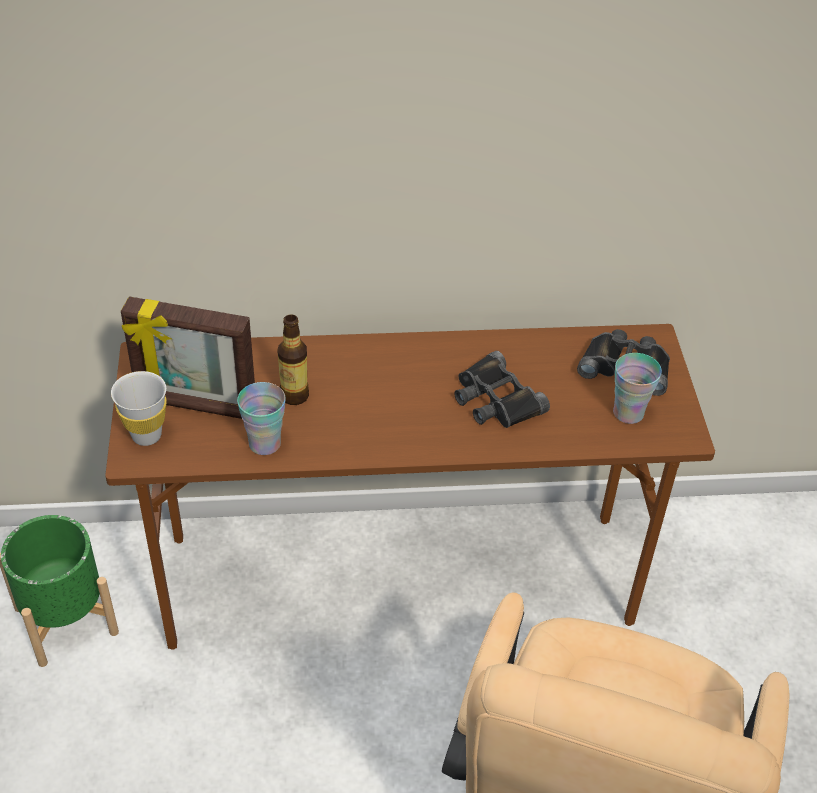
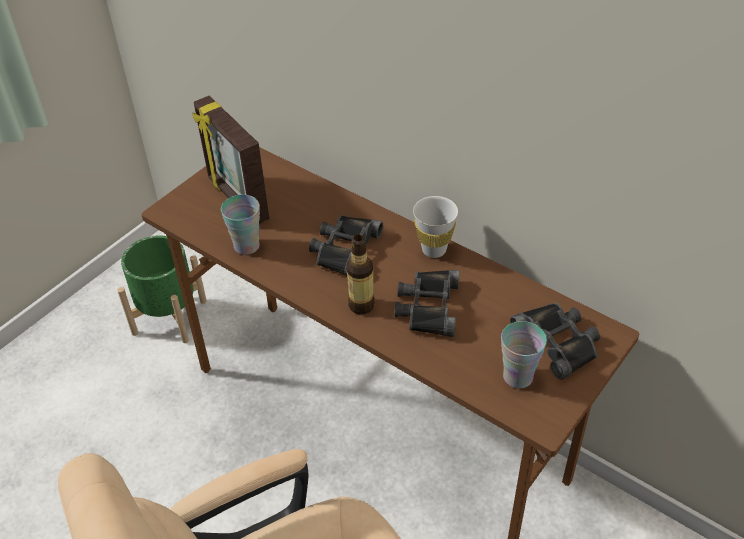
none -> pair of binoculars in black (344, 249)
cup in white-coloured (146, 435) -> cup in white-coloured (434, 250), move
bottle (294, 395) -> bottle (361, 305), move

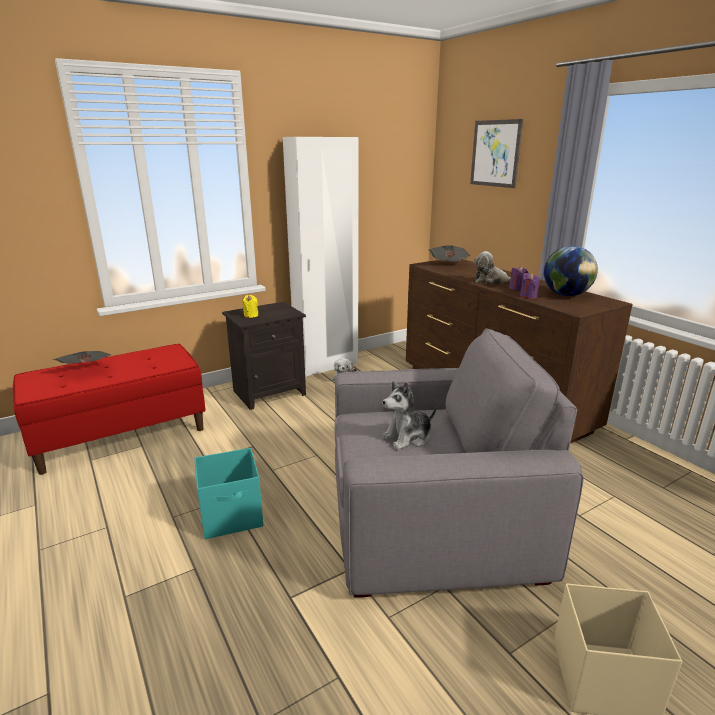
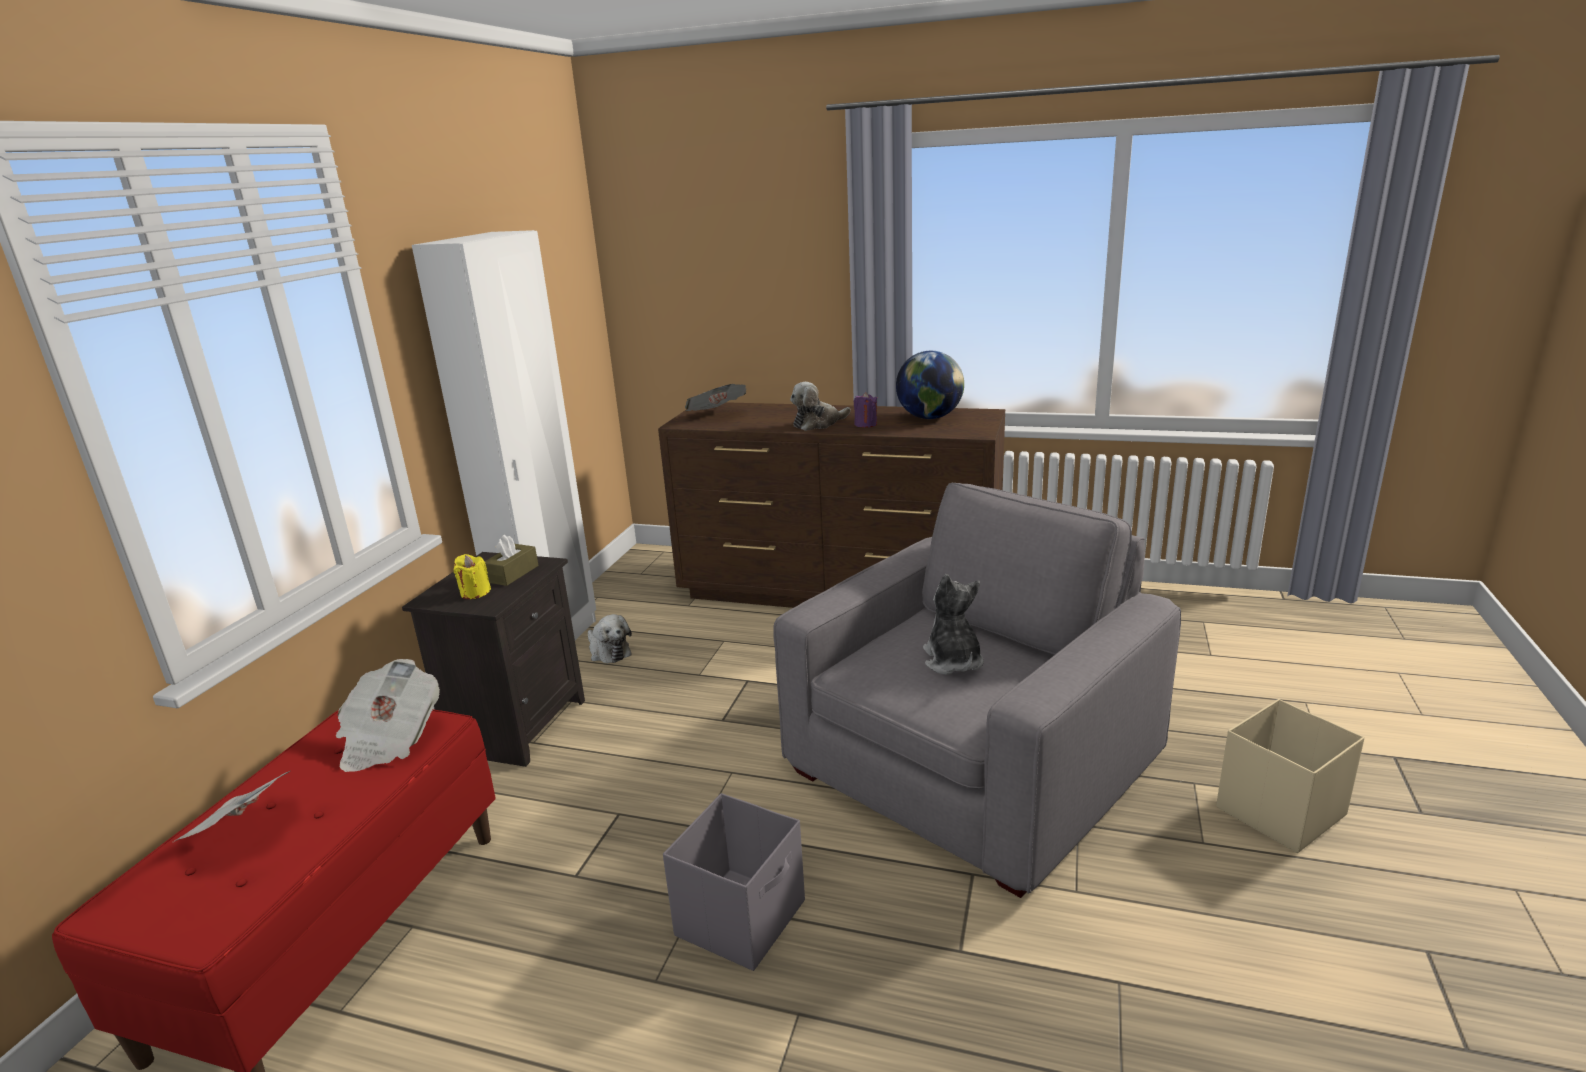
wall art (495, 153) -> none
candle in purplish (528, 296) -> none
none -> printed paper (389, 740)
none -> box of tissues in brown (512, 574)
storage bin in blue-green (232, 516) -> storage bin in greyish (742, 918)
plush toy (408, 437) -> plush toy (952, 661), 150 degrees clockwise

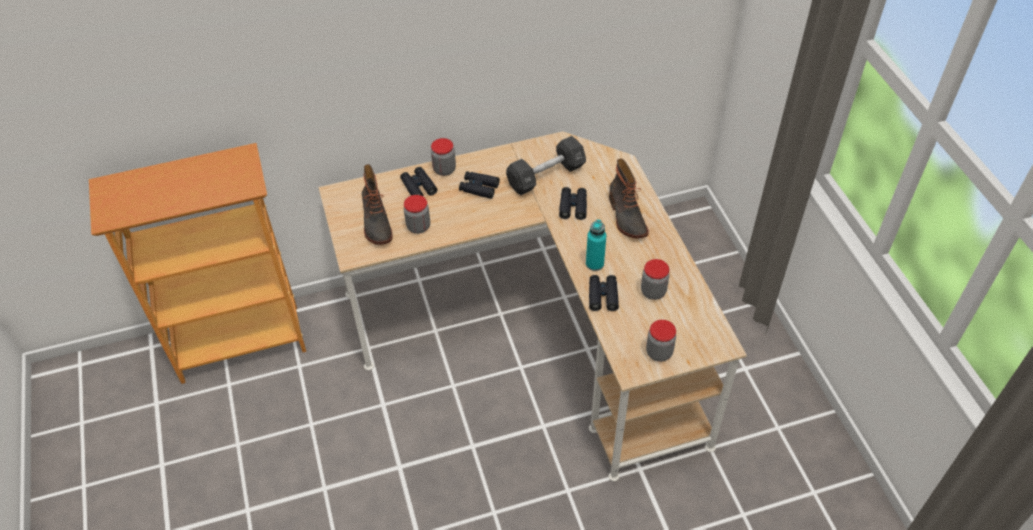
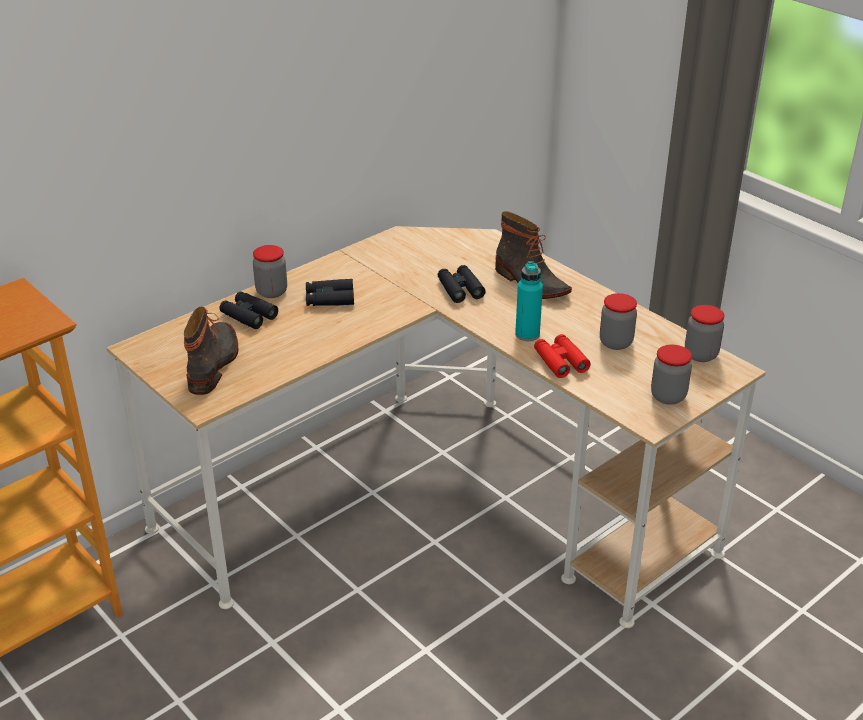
free weight in black (546, 176) -> none
storage jar (418, 226) -> storage jar (701, 354), move
pair of binoculars in black (603, 296) -> pair of binoculars in red (560, 361)
high-top boot (375, 222) -> high-top boot (214, 363), 135 degrees counterclockwise

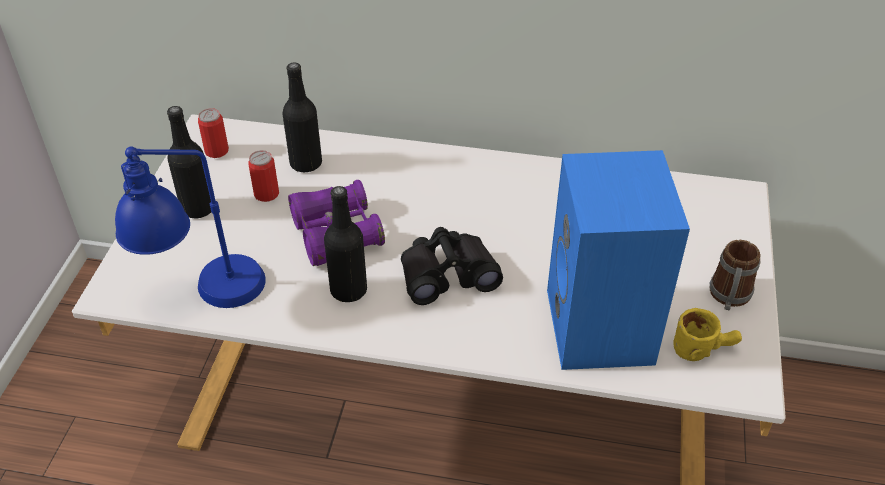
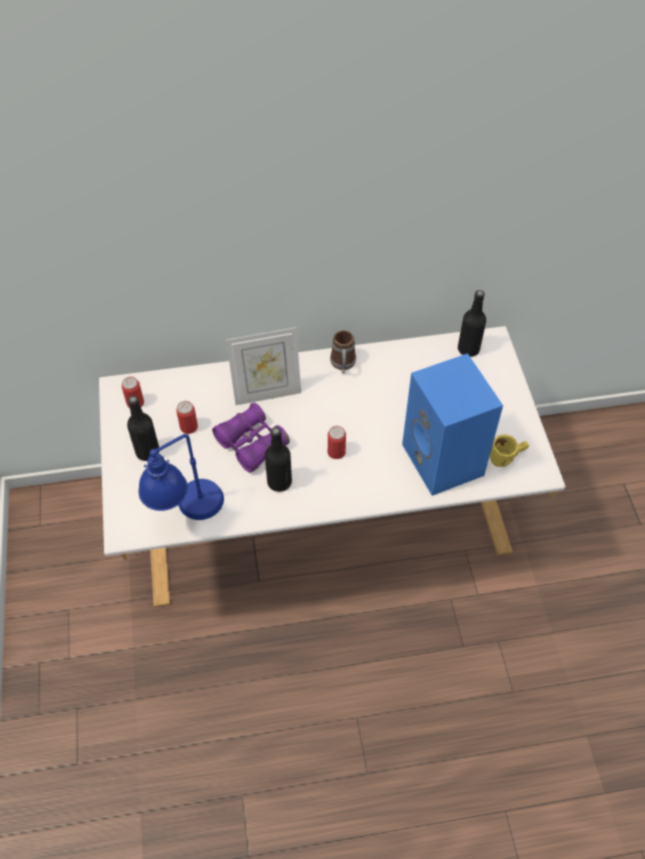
none -> standing frame (267, 393)
bottle in black (306, 163) -> bottle in black (468, 349), move
tea mug (729, 298) -> tea mug (343, 365), move
pair of binoculars in black (447, 274) -> sealed can (336, 452)

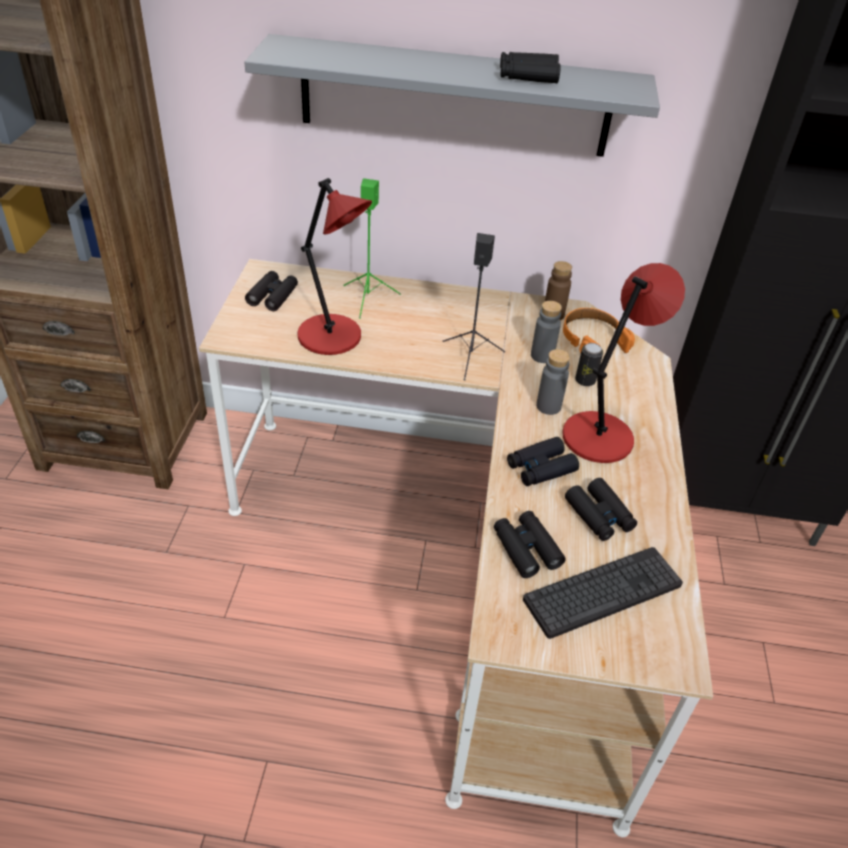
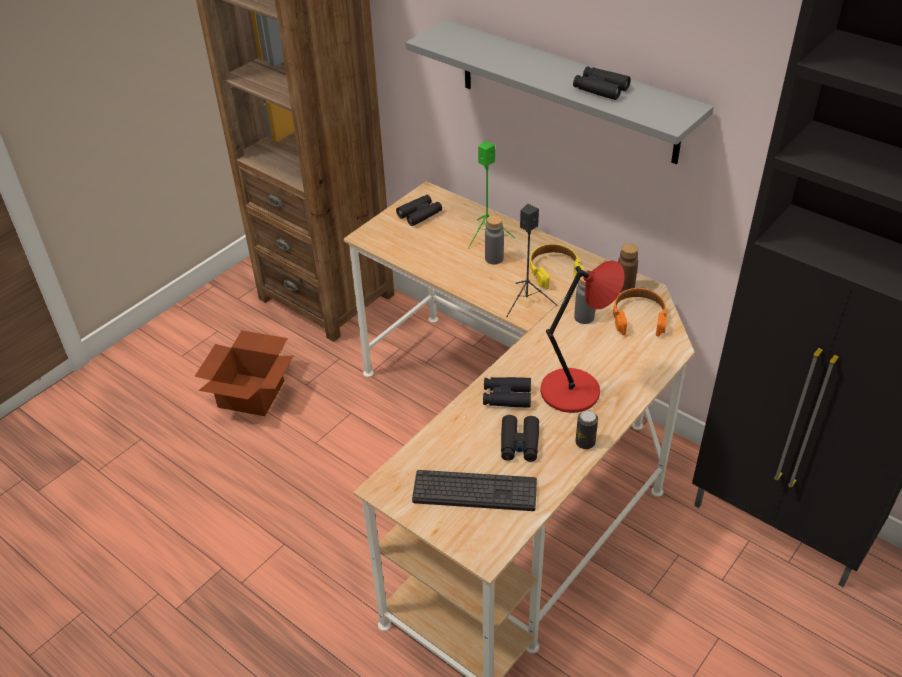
lamp for a table in red (332, 337) -> none
pair of binoculars in black (526, 549) -> none
none -> cardboard box (253, 393)
none -> headset in yellow-coloured (554, 271)
bottle in greyish (548, 406) -> bottle in greyish (494, 258), move
sealed can (585, 380) -> sealed can (585, 442), move

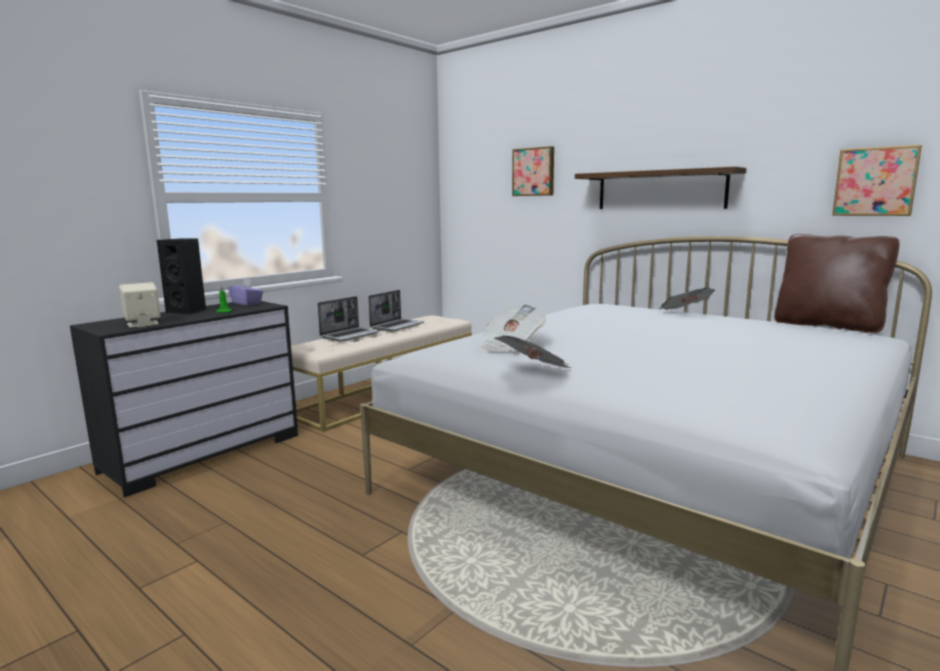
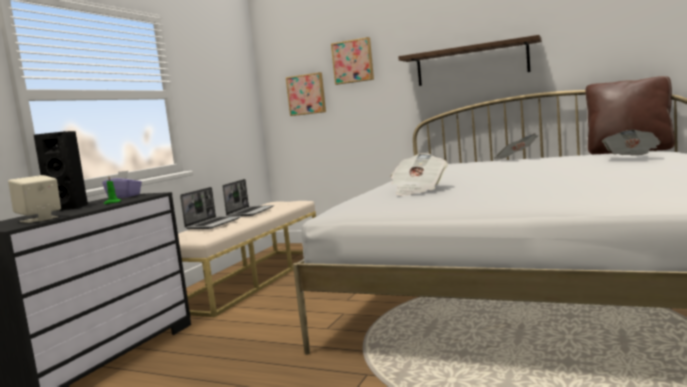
printed paper (535, 373) -> printed paper (632, 158), move
wall art (875, 182) -> wall art (306, 94), move

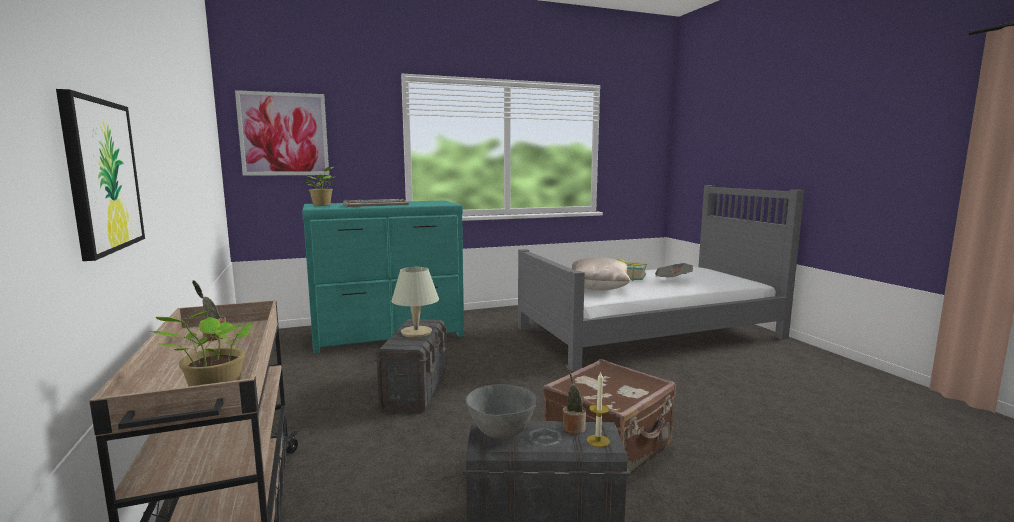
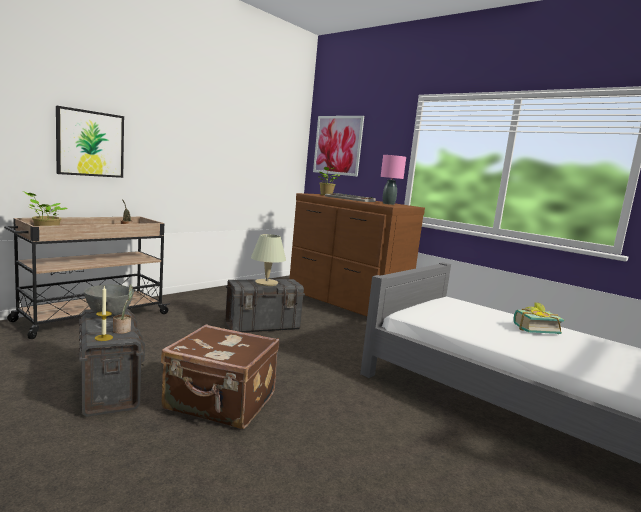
throw pillow in beige (598, 289) -> none
printed paper (673, 281) -> none
none -> lamp for a table in pink-coloured (388, 204)
drawer chest in blue-green (388, 334) -> drawer chest in brown (345, 304)

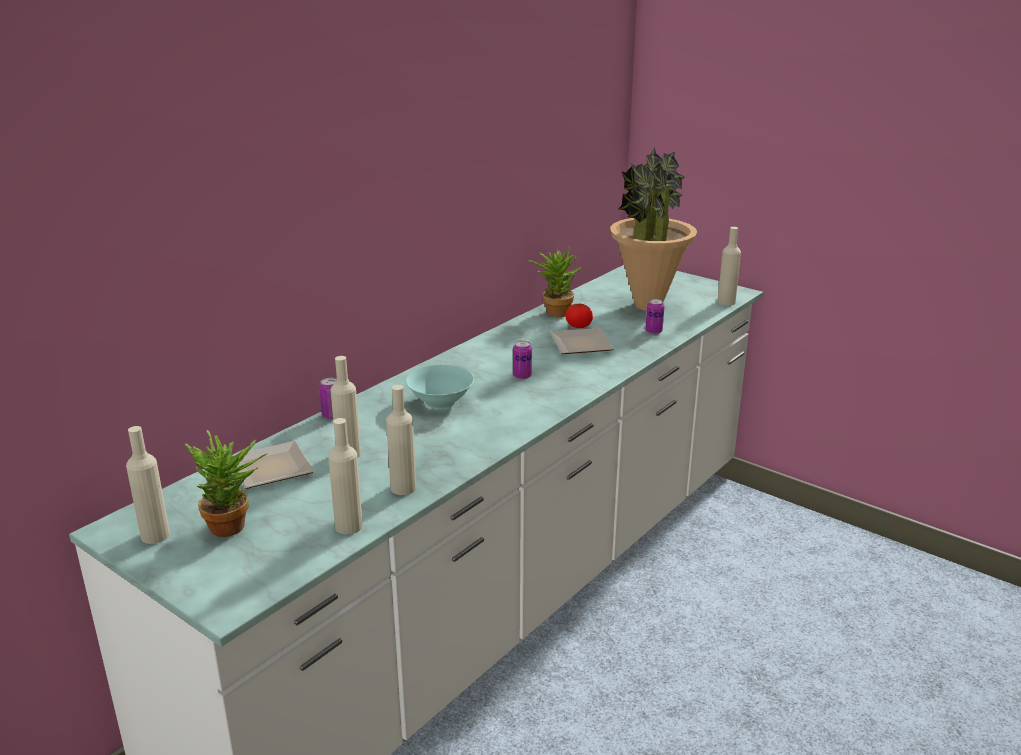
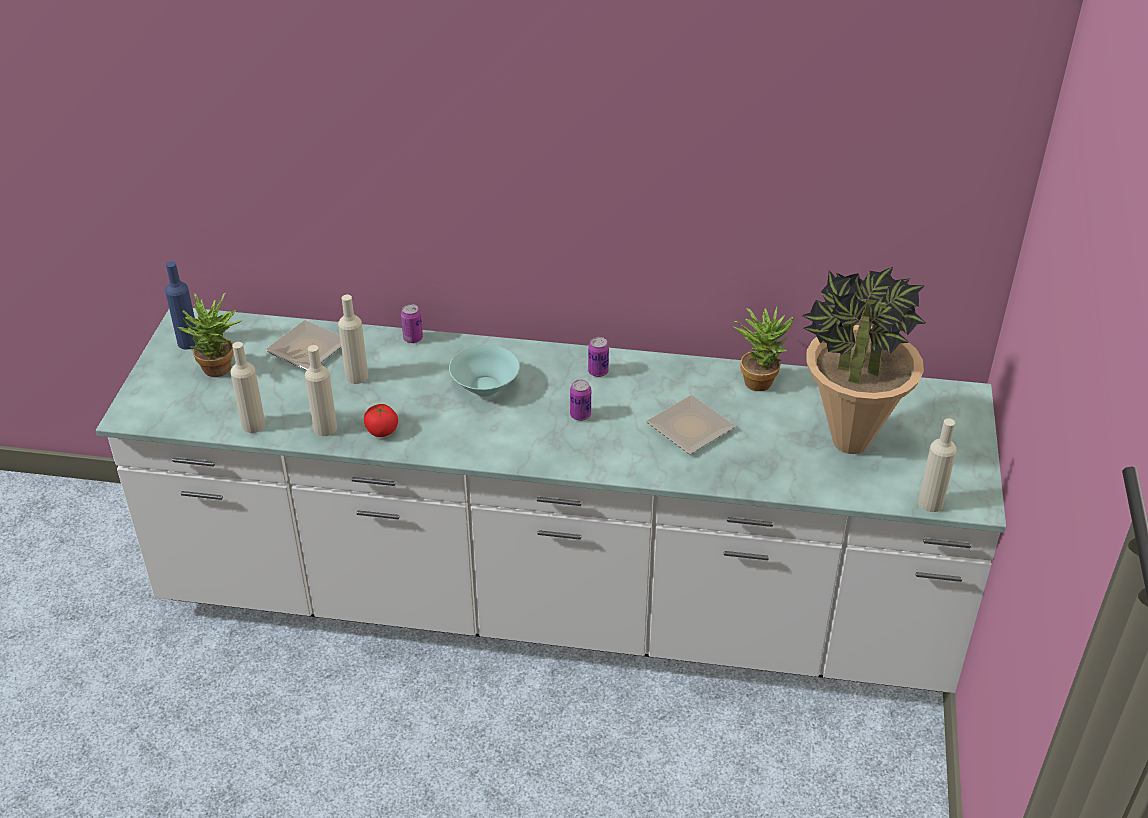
whole tomato (578, 326) -> whole tomato (381, 431), move
sealed can (653, 331) -> sealed can (598, 372), move
bottle in beige (155, 535) -> bottle in blue (188, 342)

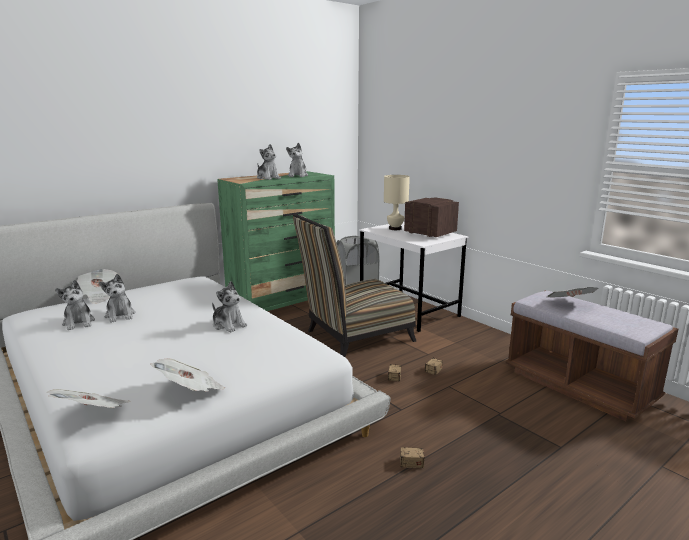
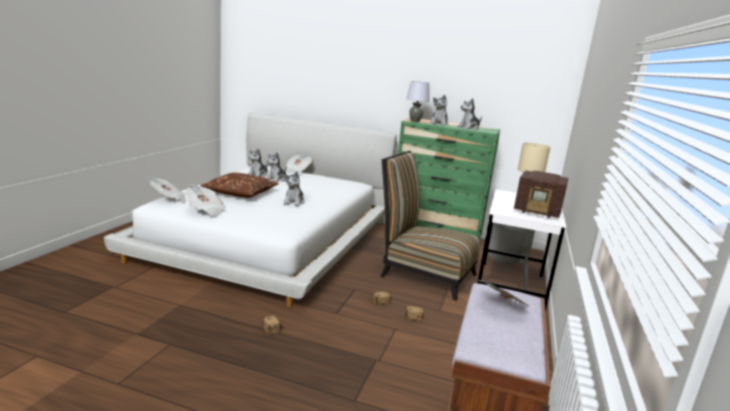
none -> throw pillow in brown (240, 193)
none -> lamp for a table in greyish (415, 121)
radio set (429, 233) -> radio set (538, 211), 105 degrees clockwise

